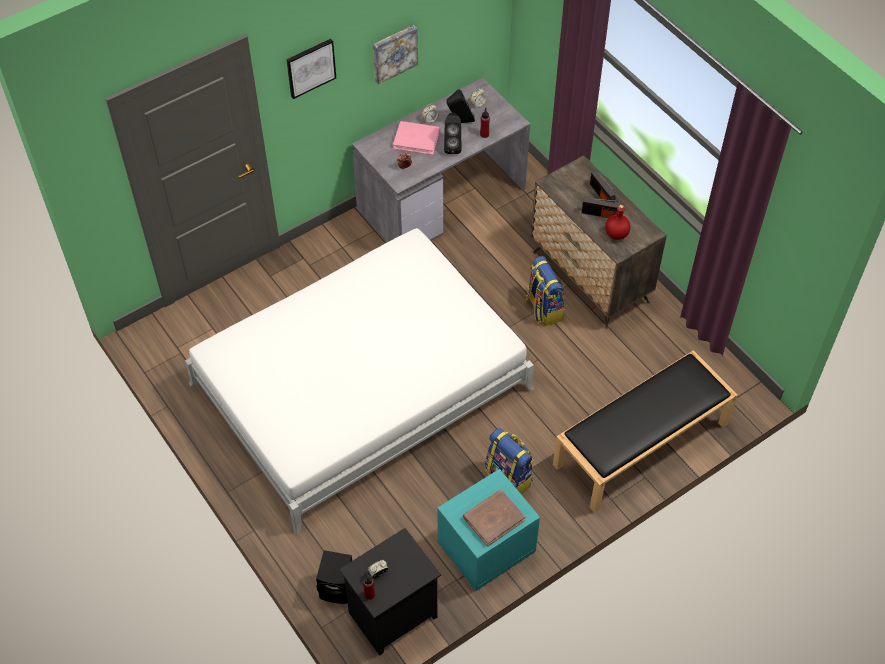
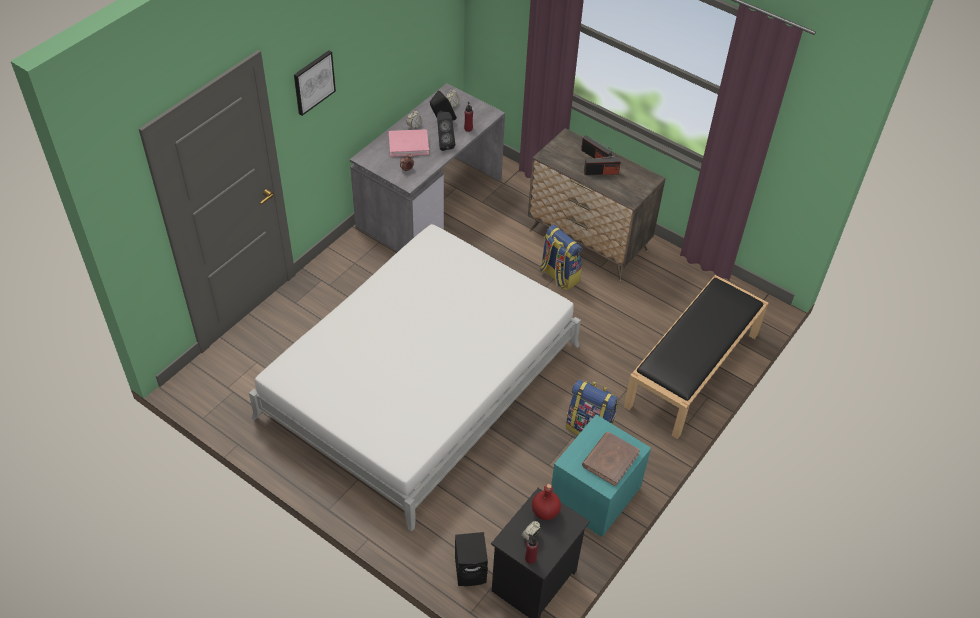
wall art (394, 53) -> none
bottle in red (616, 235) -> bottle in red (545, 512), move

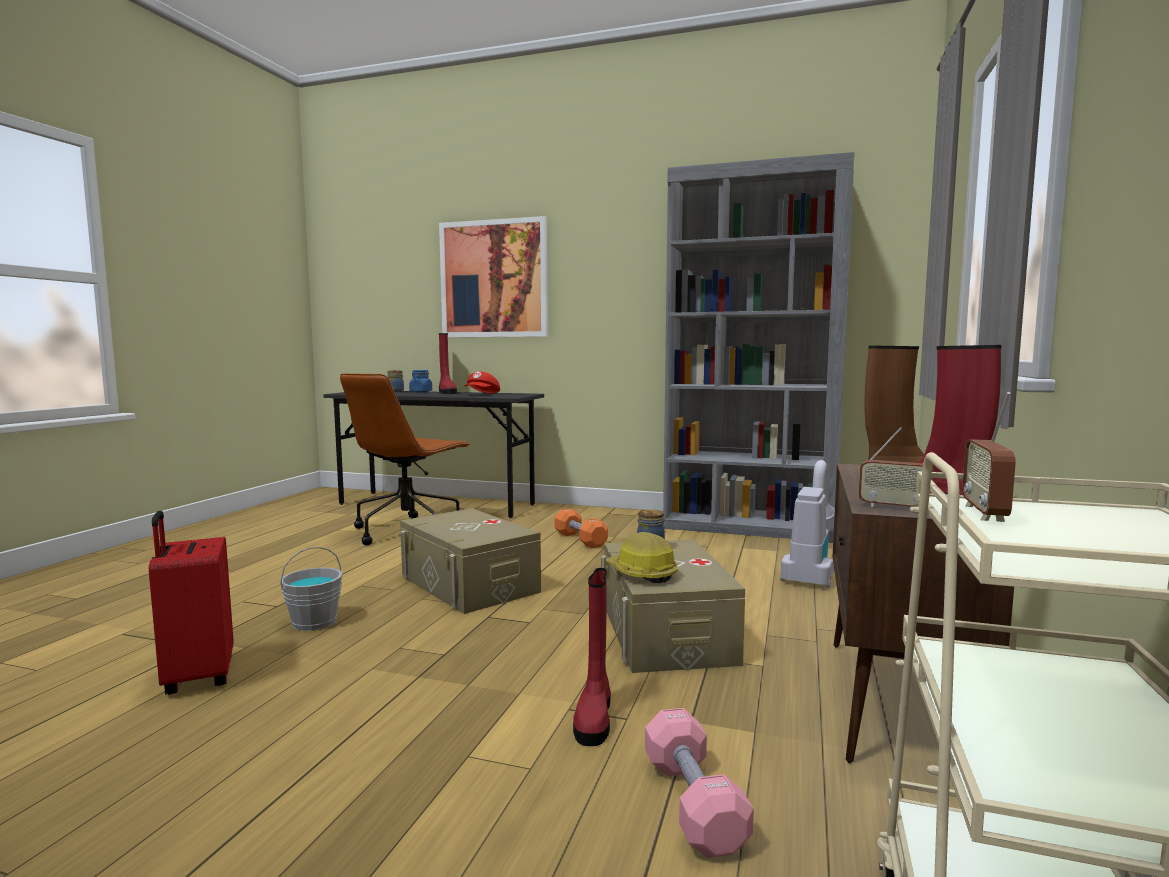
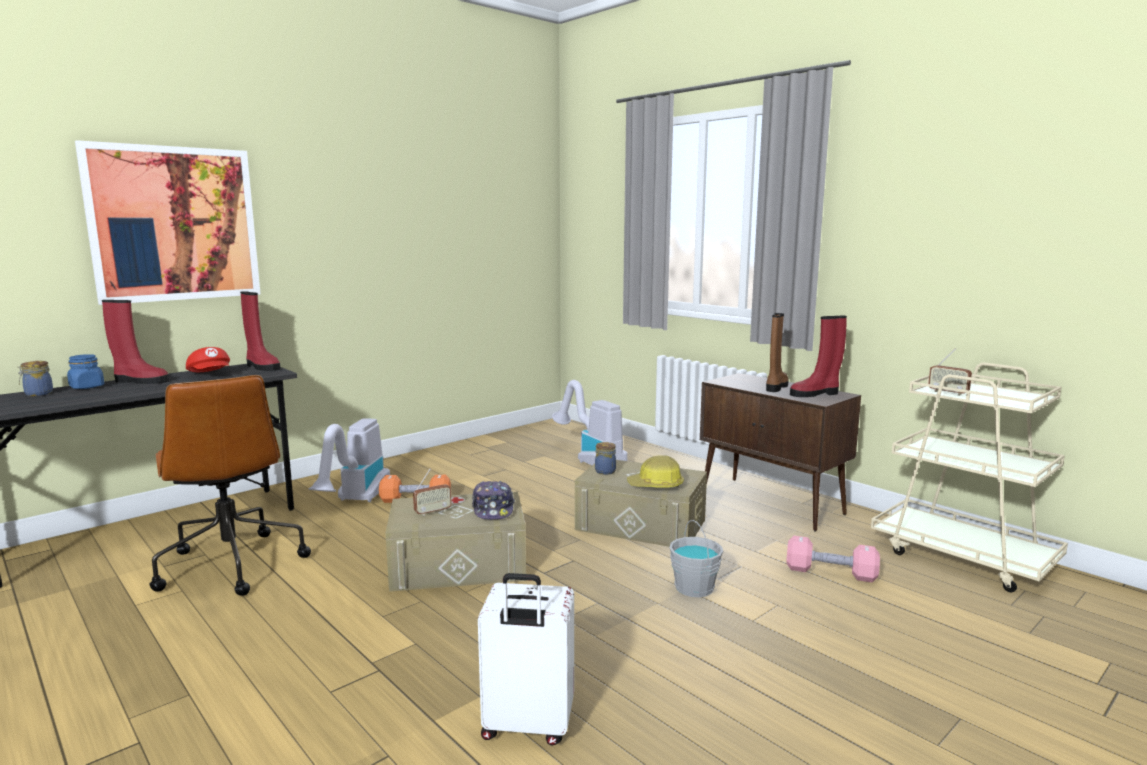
bookshelf in greyish (749, 526) -> none
none -> hoover (356, 501)
none -> cap (493, 509)
water bucket in greyish (314, 622) -> water bucket in greyish (693, 587), move
high-top boot in red (594, 717) -> high-top boot in red (261, 367), move
radio set (894, 507) -> radio set (433, 512), move
suitcase in red (197, 677) -> suitcase in white-coloured (527, 727)

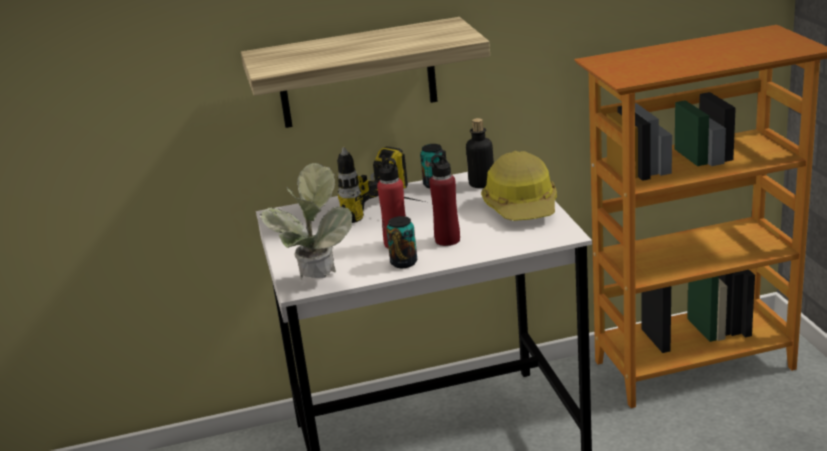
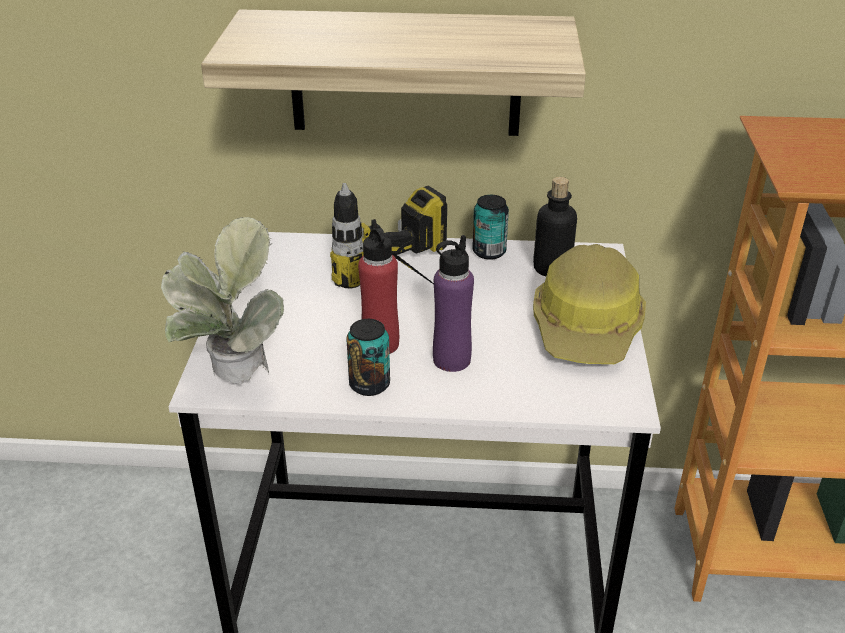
bottle in red (447, 240) -> bottle in purplish (451, 360)

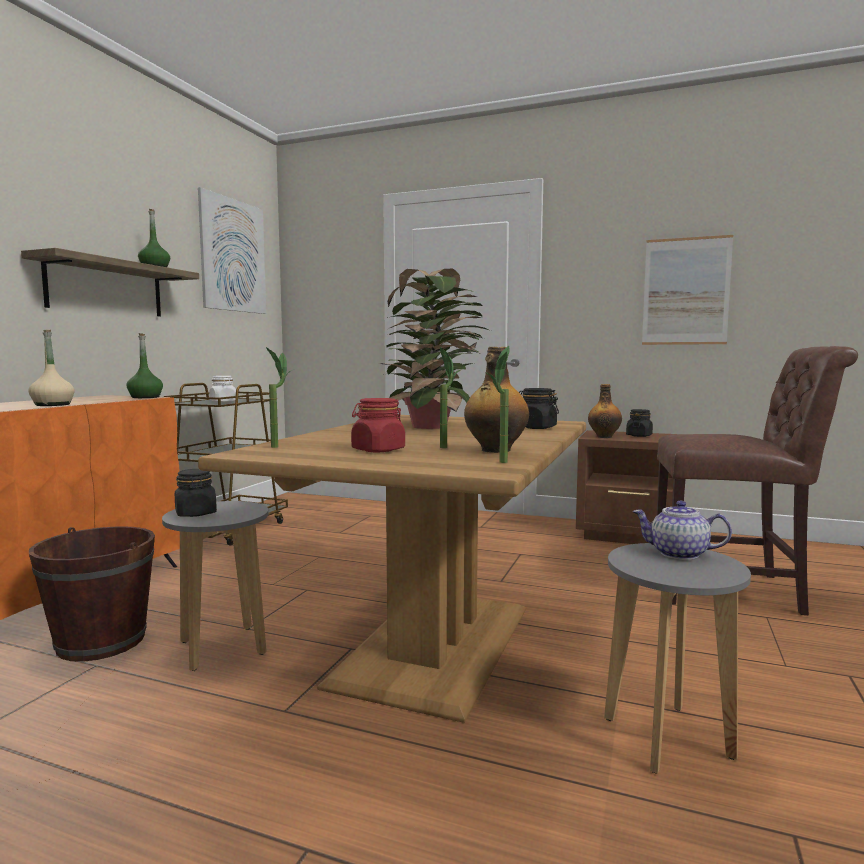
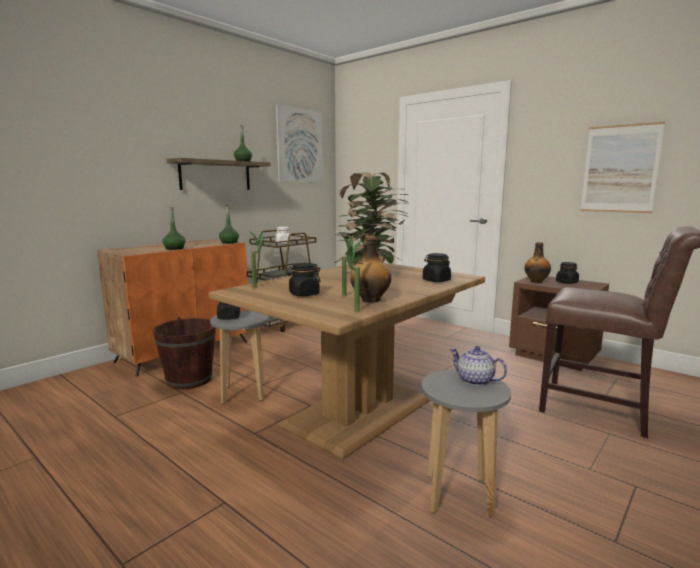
bottle in beige (53, 405) -> bottle in green-coloured (174, 248)
storage jar in red (378, 450) -> storage jar in black (304, 294)

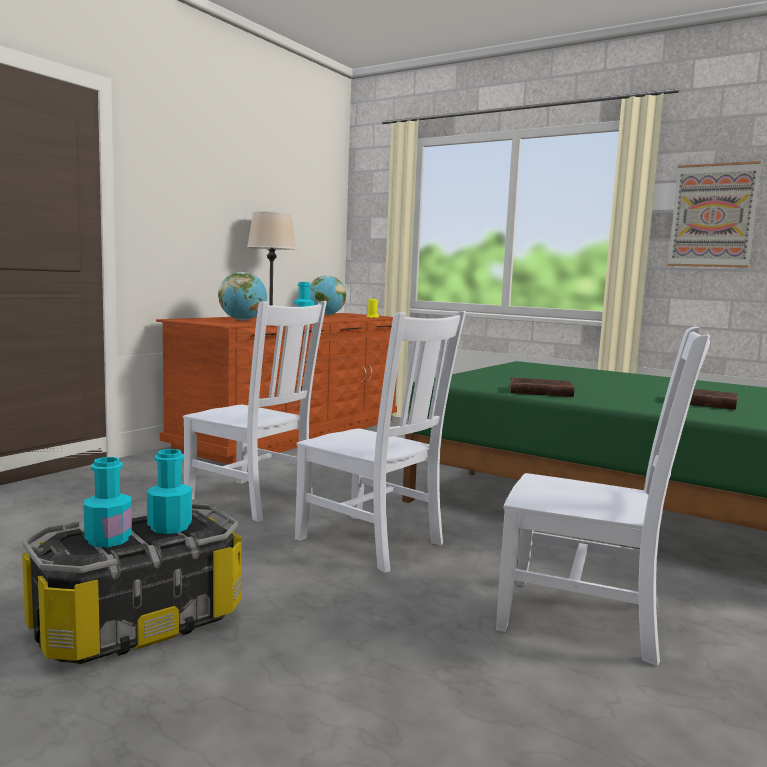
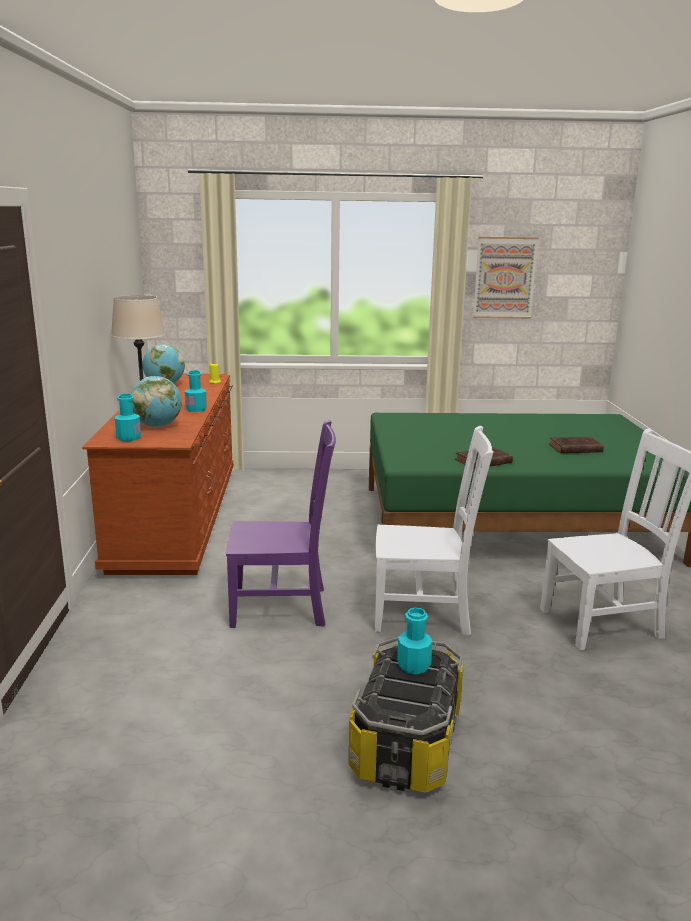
bottle in blue-green (108, 539) -> bottle in blue-green (128, 438), move
chair in white-coloured (252, 501) -> chair in purplish (283, 607)

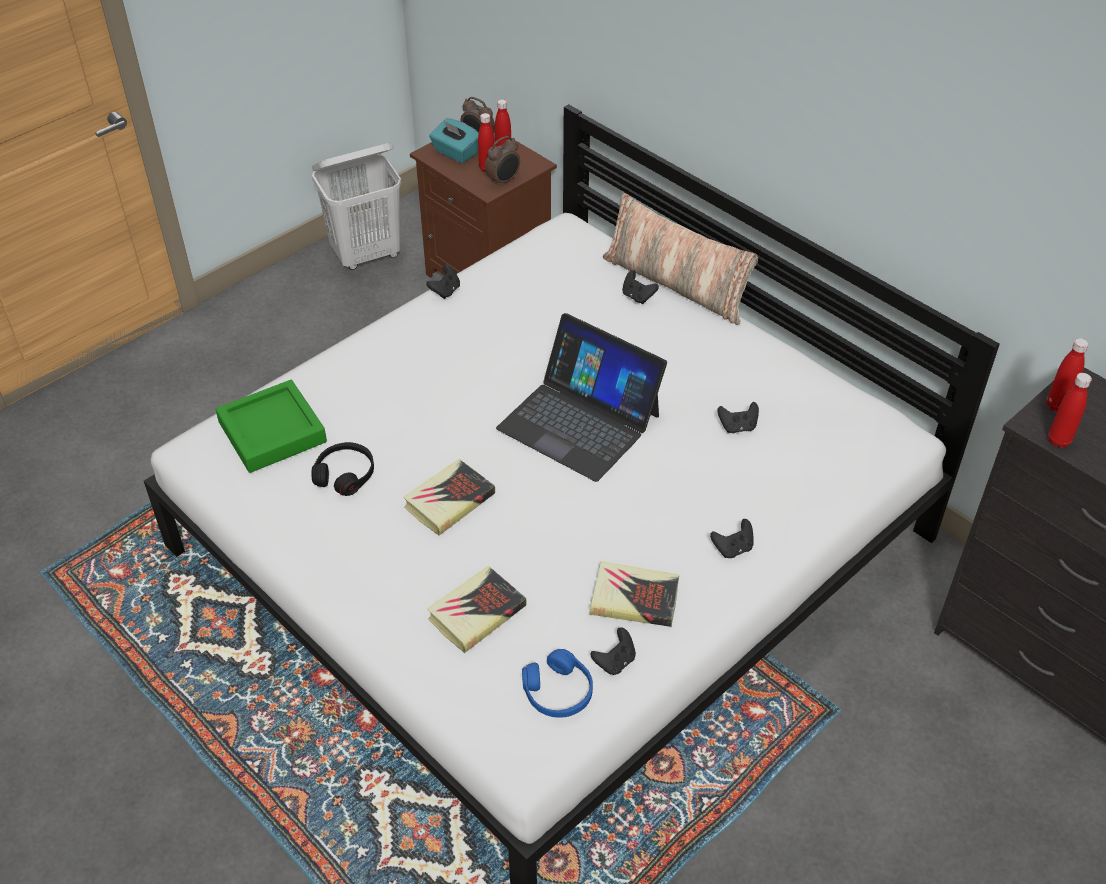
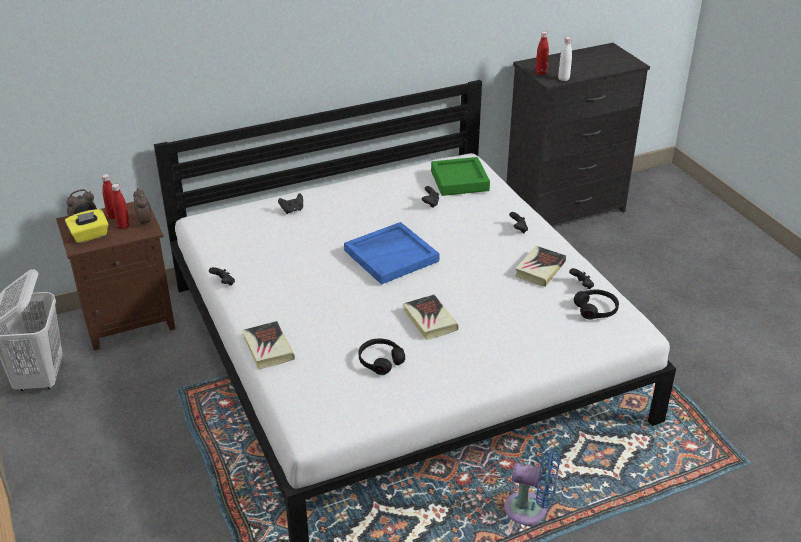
throw pillow (676, 285) -> none
none -> fan in blue (530, 510)
carrying tray in green-coloured (272, 432) -> carrying tray in green-coloured (459, 181), move
volume (476, 613) -> volume (268, 348), move
notebook computer (579, 421) -> carrying tray in blue (391, 255)
box of tissues in blue-green (455, 153) -> box of tissues in yellow-coloured (89, 235)
headset in blue (558, 692) -> headset in black (596, 309)
bottle in red (1058, 441) -> bottle in white-coloured (563, 79)

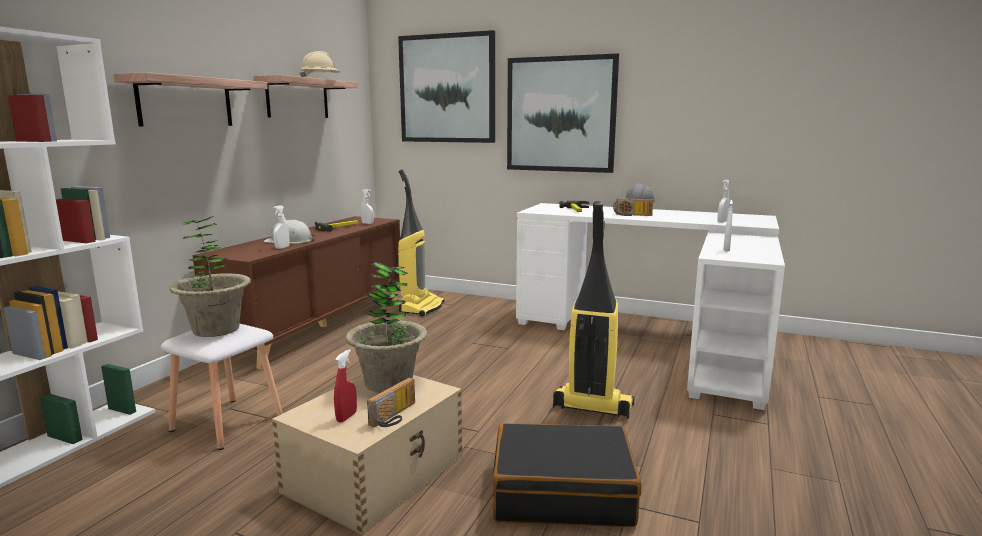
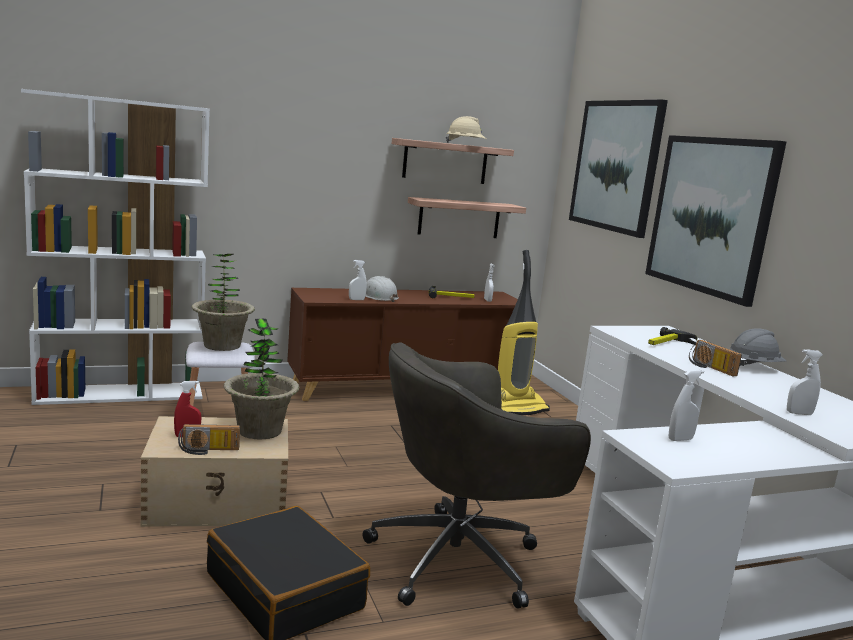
shelf (185, 102) -> shelf (459, 218), move
hoover (592, 407) -> desk chair in greyish (459, 559)

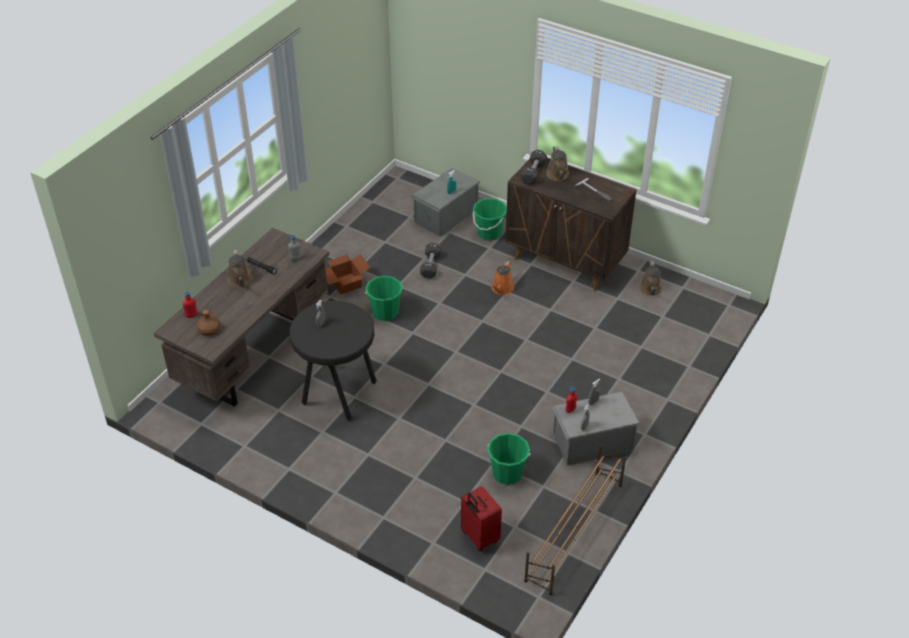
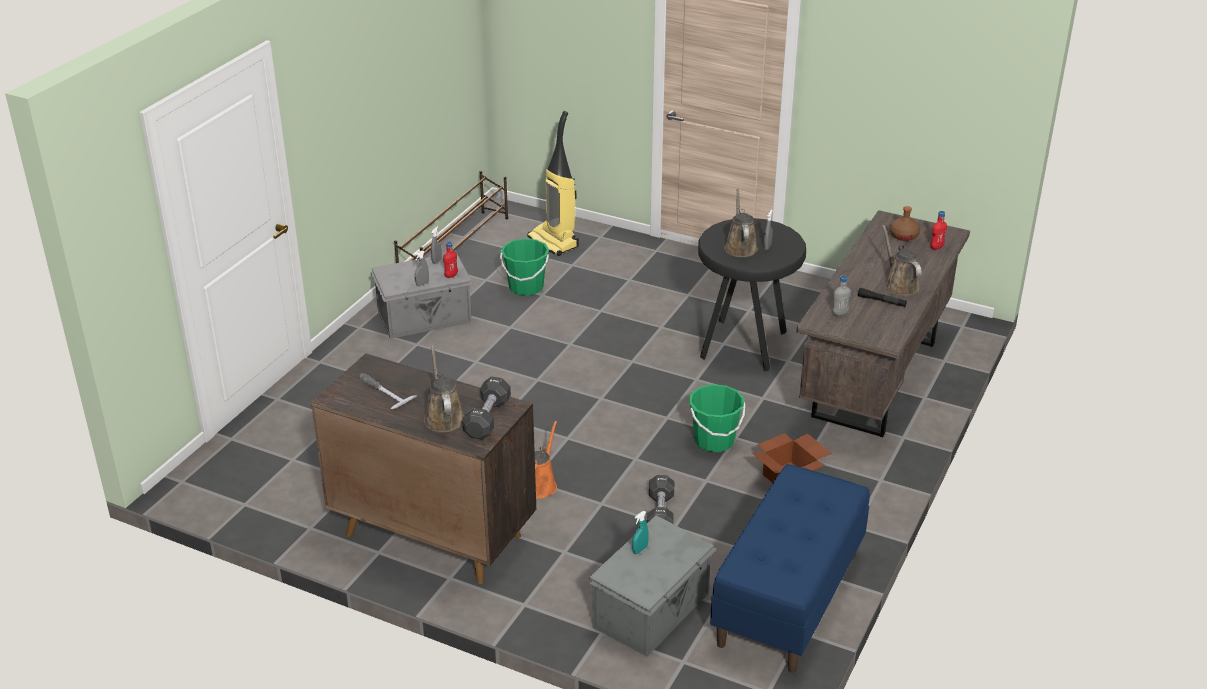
water bucket in green-coloured (489, 233) -> none
none -> long seat in blue (789, 599)
watering pot in brown (650, 290) -> watering pot in brown (740, 247), move
suitcase in red (479, 537) -> hoover (554, 242)

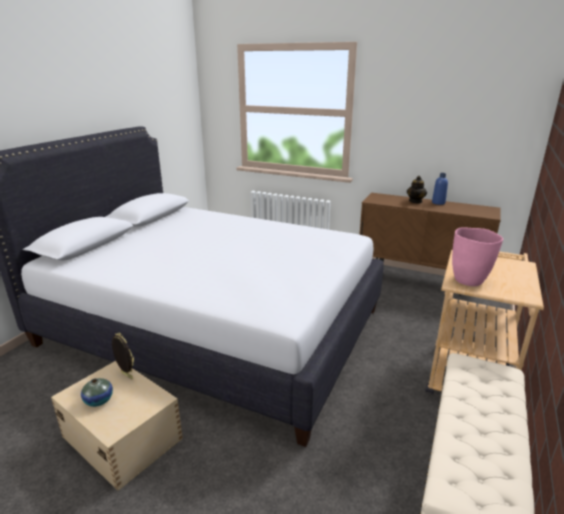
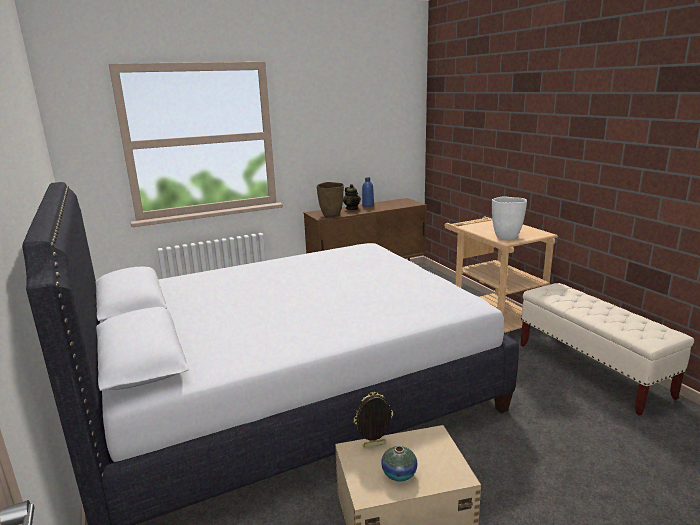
none -> flower vase in brown (331, 215)
flower vase in pink-coloured (468, 280) -> flower vase in white-coloured (506, 237)

